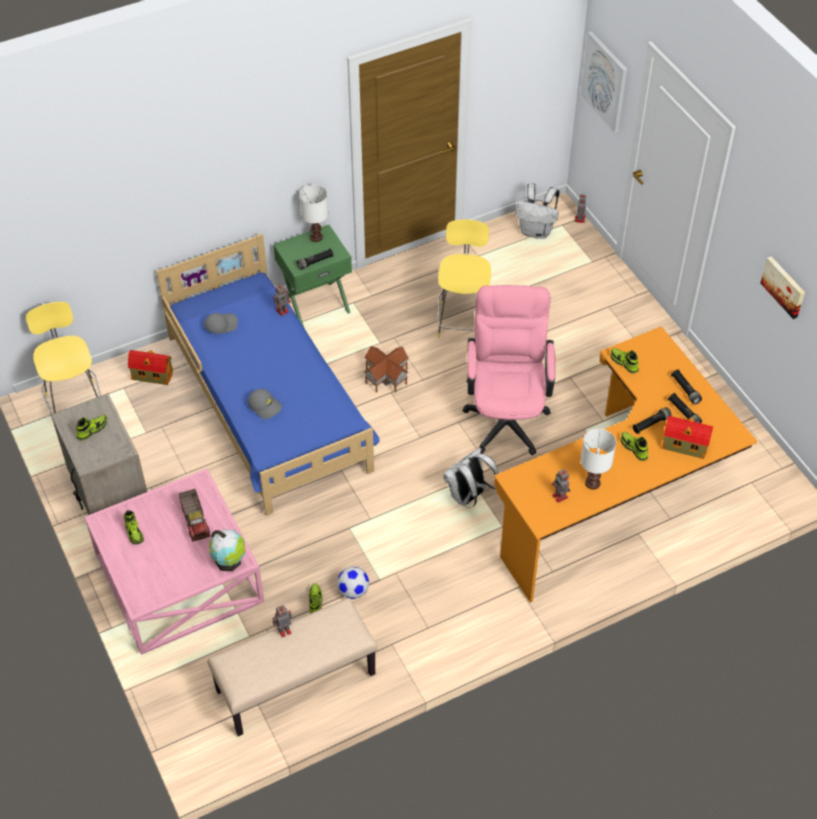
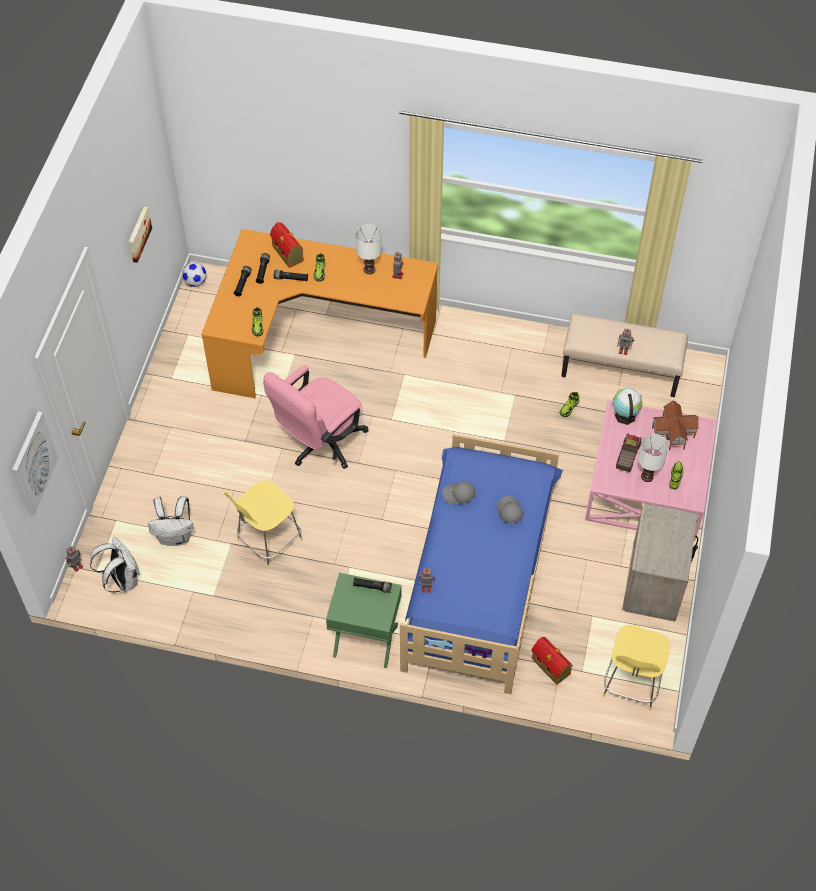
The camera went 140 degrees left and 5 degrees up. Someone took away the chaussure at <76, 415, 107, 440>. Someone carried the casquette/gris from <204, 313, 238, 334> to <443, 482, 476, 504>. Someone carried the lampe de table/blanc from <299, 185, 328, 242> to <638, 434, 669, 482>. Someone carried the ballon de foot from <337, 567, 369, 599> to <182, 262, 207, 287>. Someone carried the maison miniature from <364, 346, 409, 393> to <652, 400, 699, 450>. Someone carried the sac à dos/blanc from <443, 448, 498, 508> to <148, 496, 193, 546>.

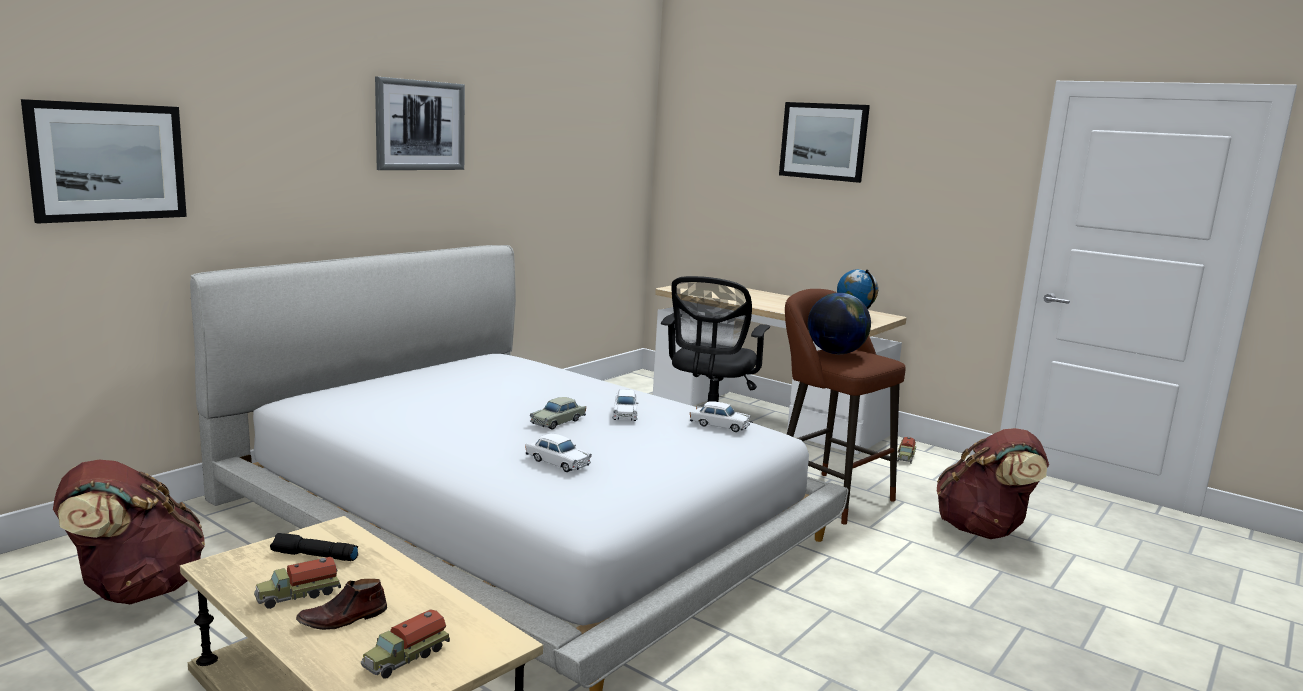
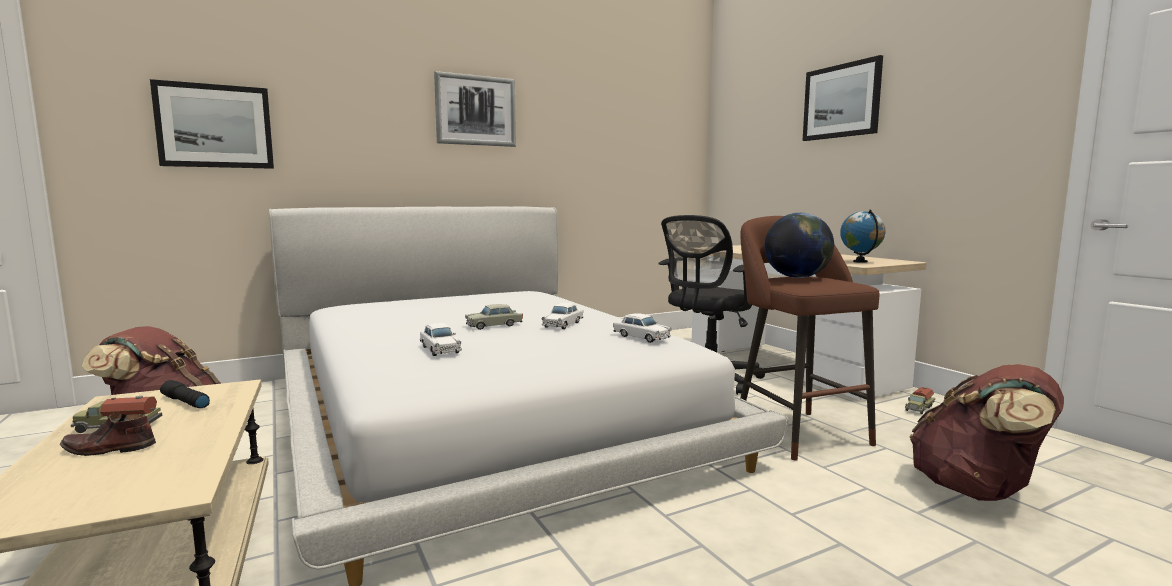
The camera went 25 degrees right and 5 degrees down. Someone took away the camion jouet at <361, 609, 450, 679>.

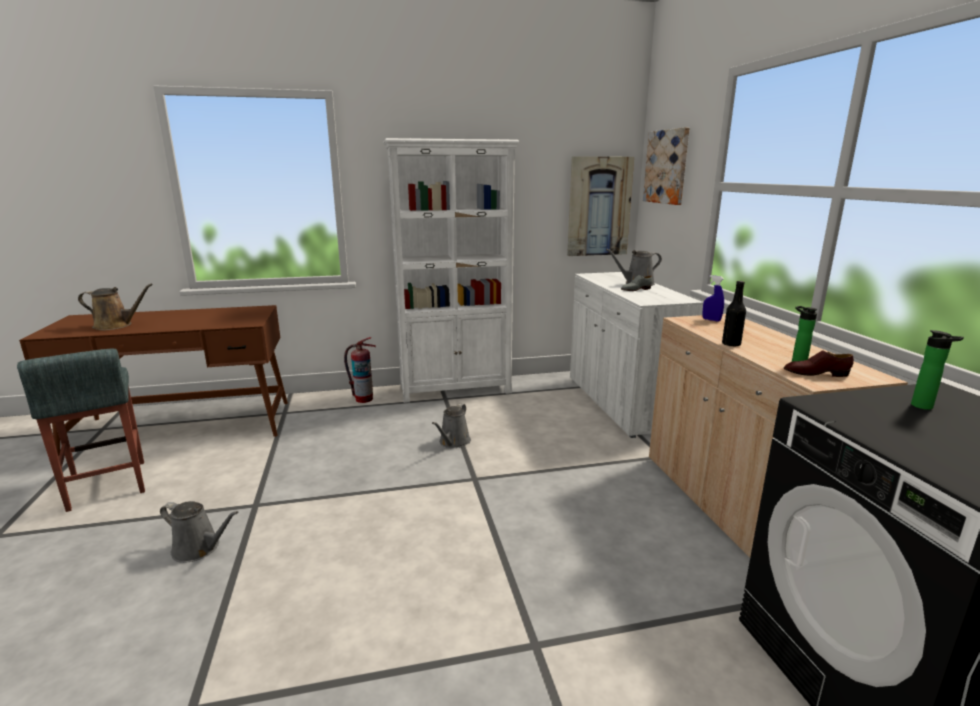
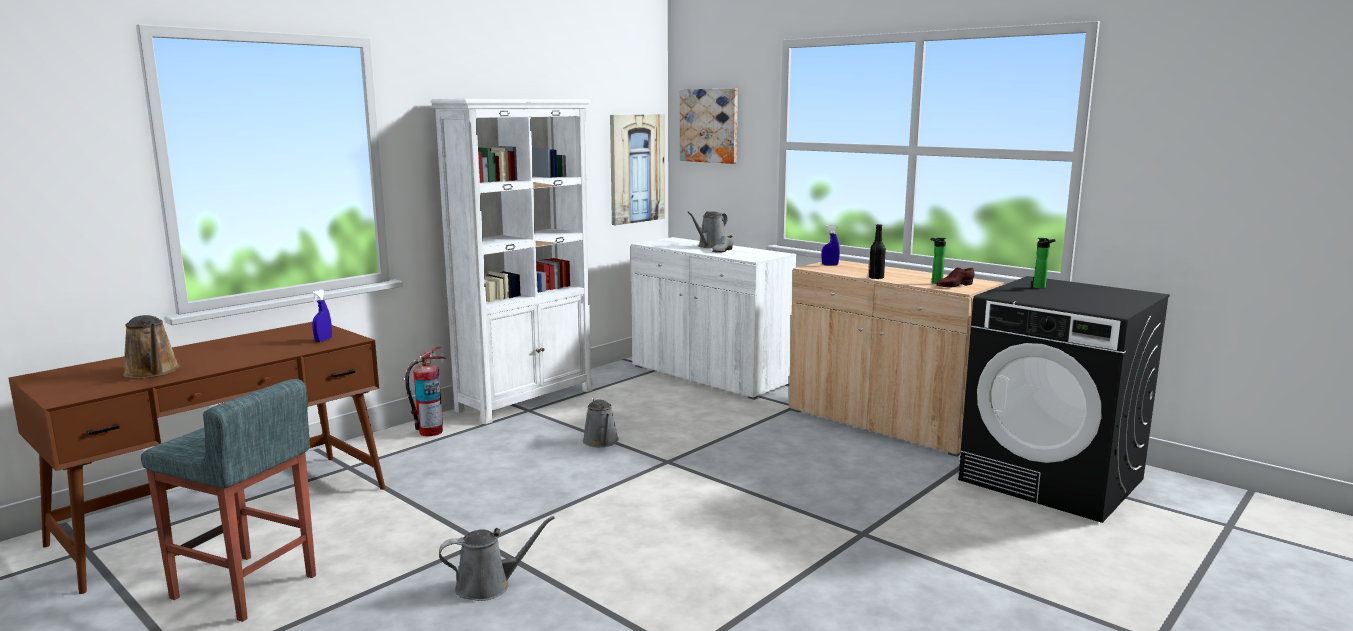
The camera went 35 degrees left and 5 degrees down. Someone put down the vaporisateur/bleu at <312, 289, 332, 342>. Someone rotated the arrosoir/marron at <78, 283, 153, 330> by 90 degrees clockwise.

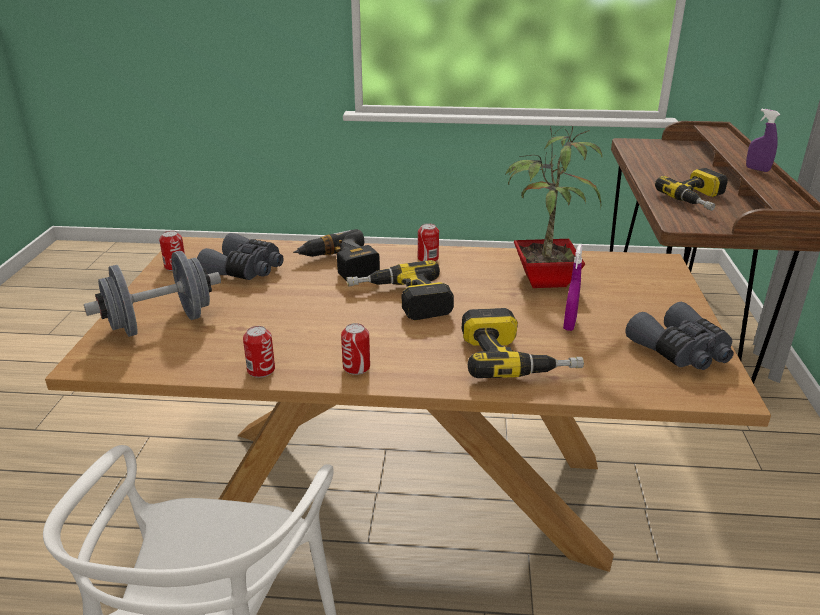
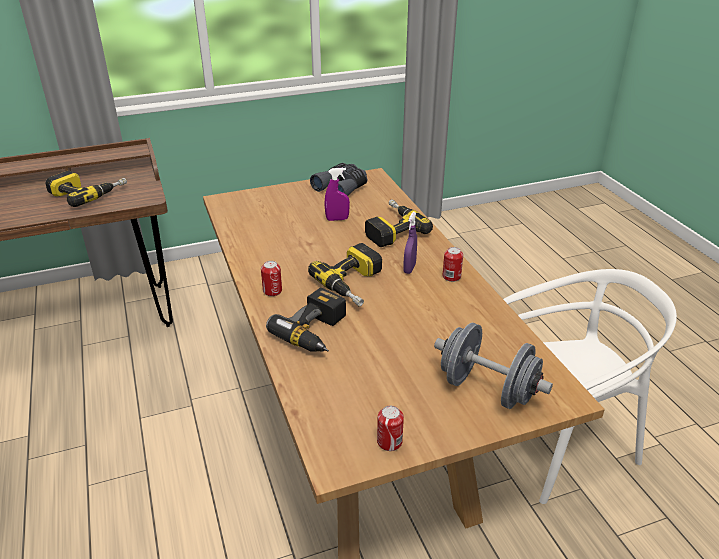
The camera went 115 degrees left and 5 degrees up. Someone took away the jumelles/gris at <197, 233, 284, 280>. Someone took away the boîte métallique at <243, 326, 275, 378>. Someone took away the plante en pot at <505, 126, 602, 288>. Someone carried the vaporisateur/violet from <746, 109, 780, 172> to <403, 212, 417, 274>.

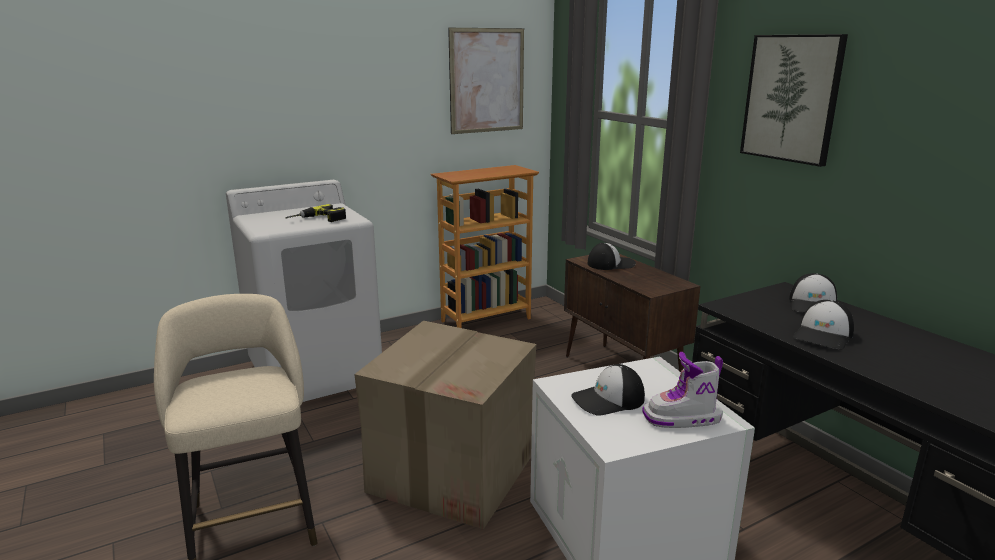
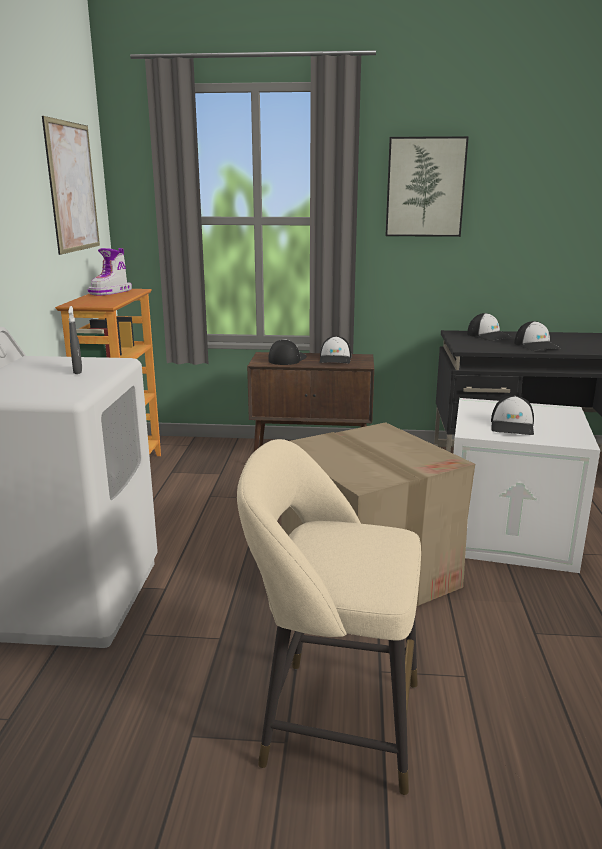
The camera went 55 degrees left and 0 degrees up. Someone put down the casquette at <319, 336, 351, 363>. Someone carried the botte from <642, 352, 723, 428> to <87, 248, 132, 295>. Someone swapped the perceuse at <286, 204, 346, 222> for the vaporisateur/gris at <68, 306, 82, 374>.

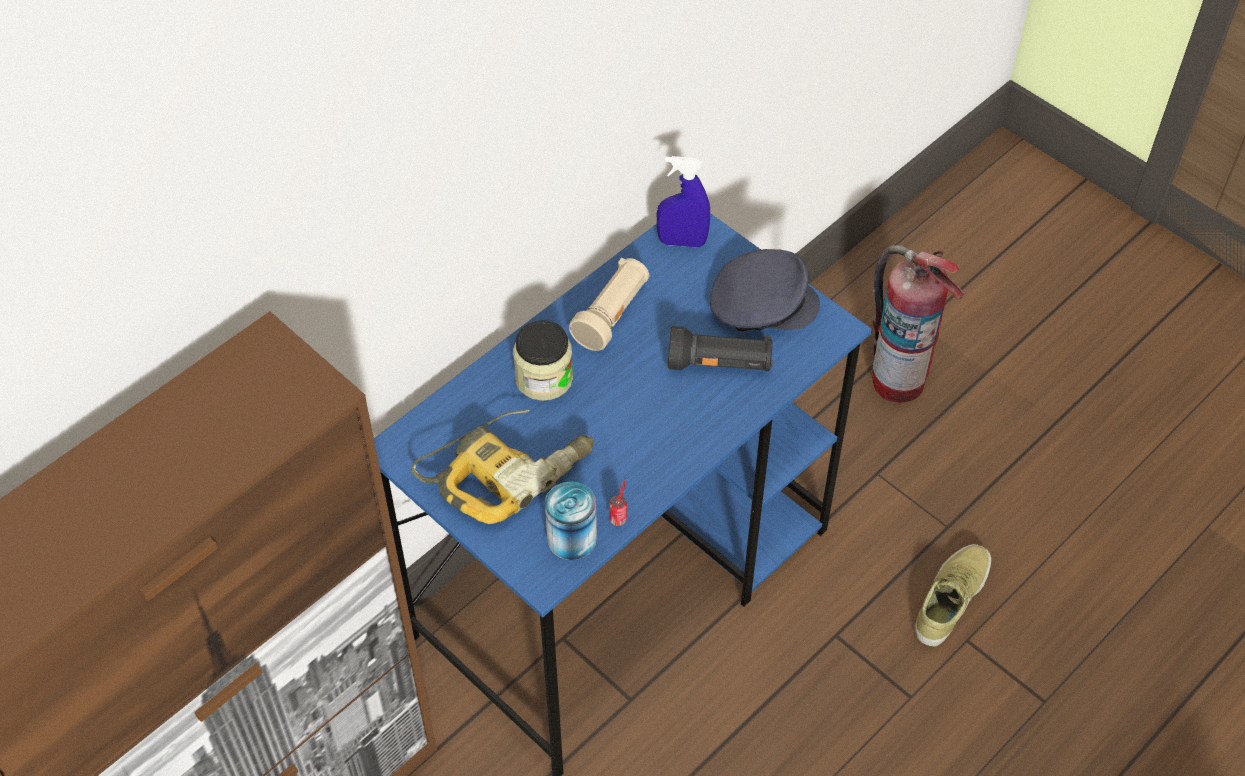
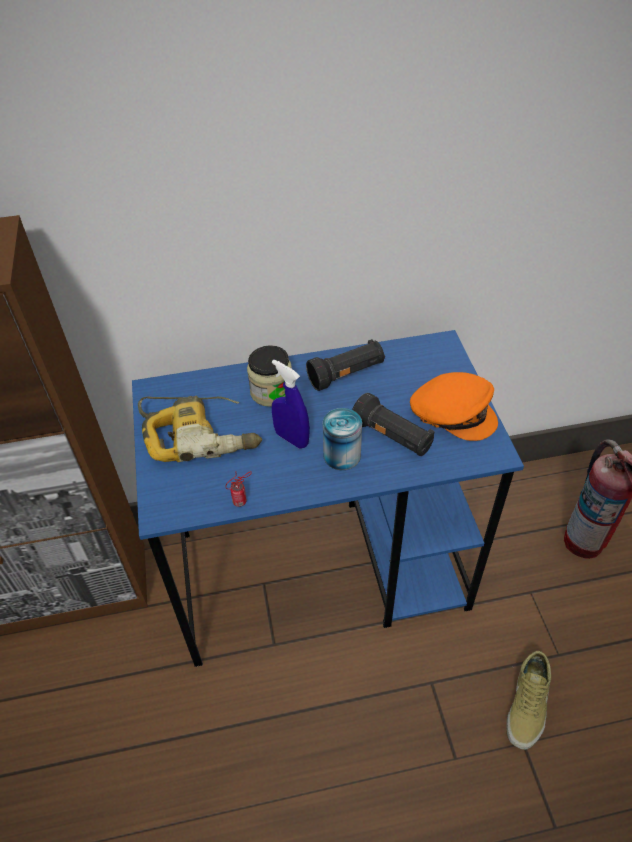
The camera went 35 degrees right and 5 degrees down. Someone carried the boîte métallique from <545, 482, 597, 560> to <323, 408, 362, 470>. Someone carried the vaporisateur/bleu from <657, 156, 710, 247> to <272, 359, 310, 449>. Someone repainted the lampe de poche/beige at <569, 258, 649, 351>, which became the lampe de poche/noir at <306, 339, 385, 391>. Someone repainted the casquette/gris at <710, 249, 820, 331>, which became the casquette/orange at <410, 372, 498, 441>. Someone rotated the chaussure/beige at <915, 544, 991, 646> by 135 degrees clockwise.

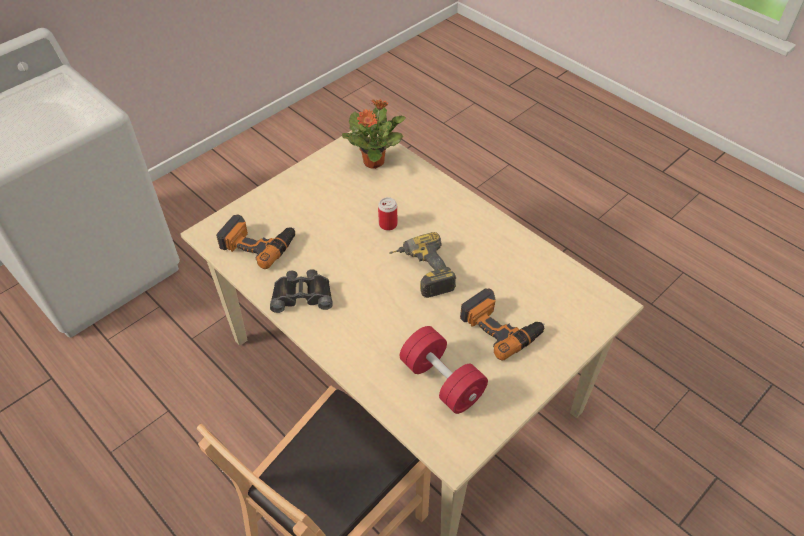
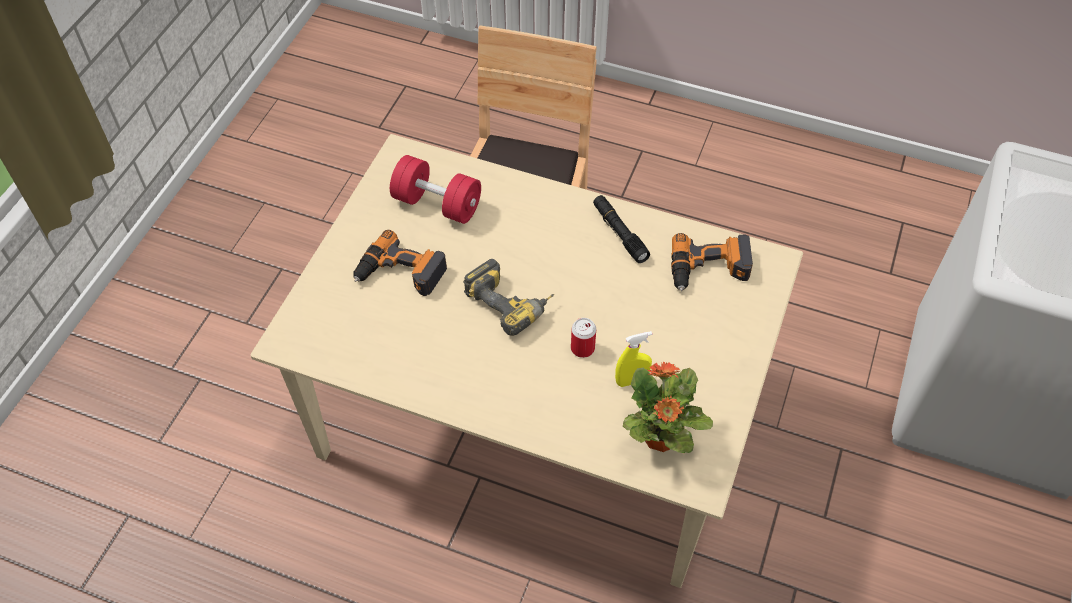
The camera went 155 degrees right and 5 degrees up. Someone put down the vaporisateur/jaune at <615, 331, 652, 387>. Someone swapped the jumelles/noir at <270, 269, 333, 313> for the lampe de poche/noir at <593, 195, 650, 263>.

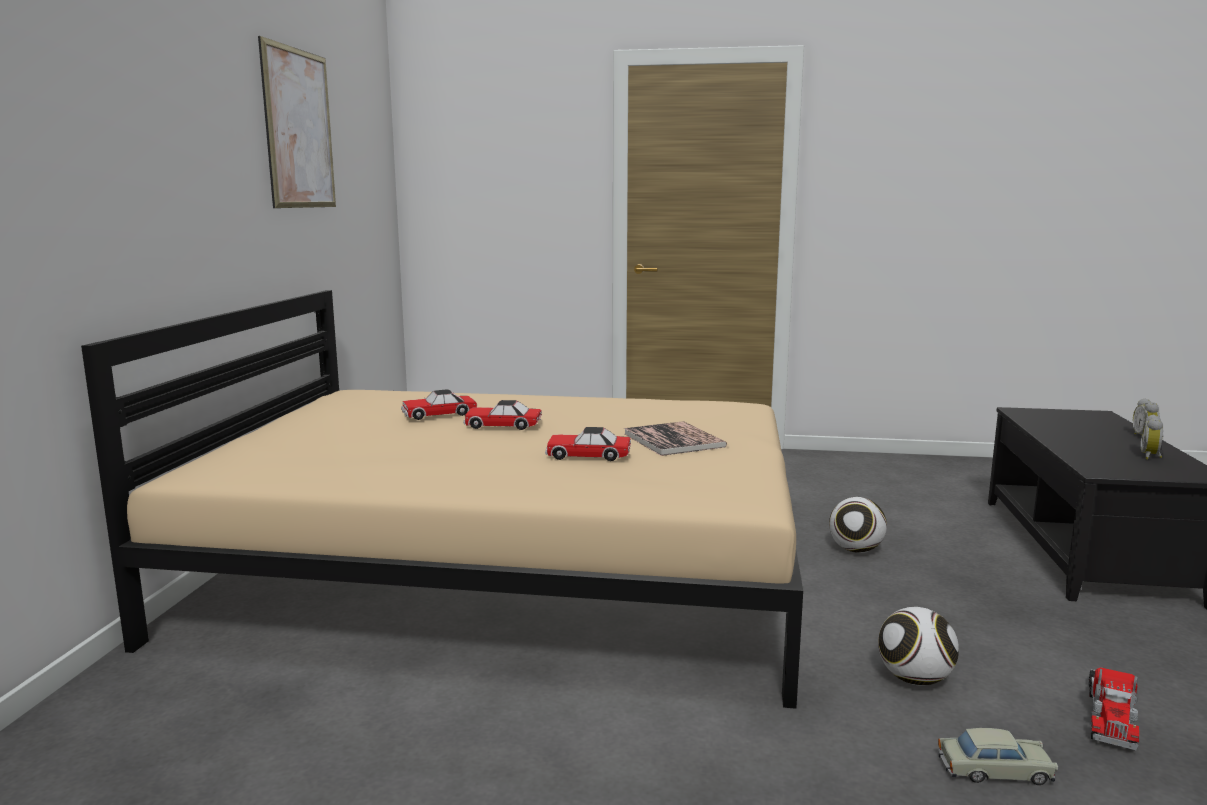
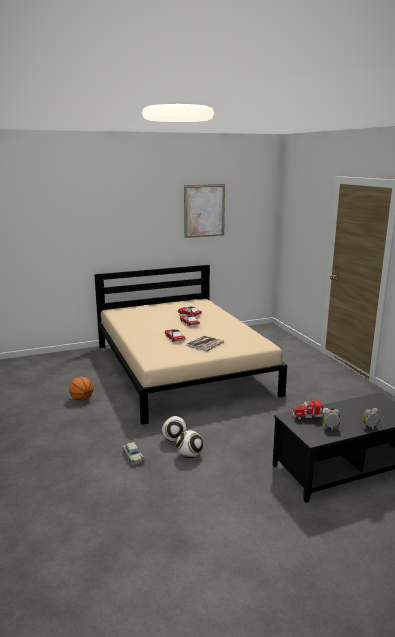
The camera went 60 degrees right and 5 degrees up. Someone put down the ballon de basket at <69, 377, 93, 401>. Someone carried the ballon de foot from <829, 497, 887, 553> to <176, 430, 203, 458>. Someone carried the camion jouet from <1089, 668, 1139, 750> to <292, 397, 340, 421>.

